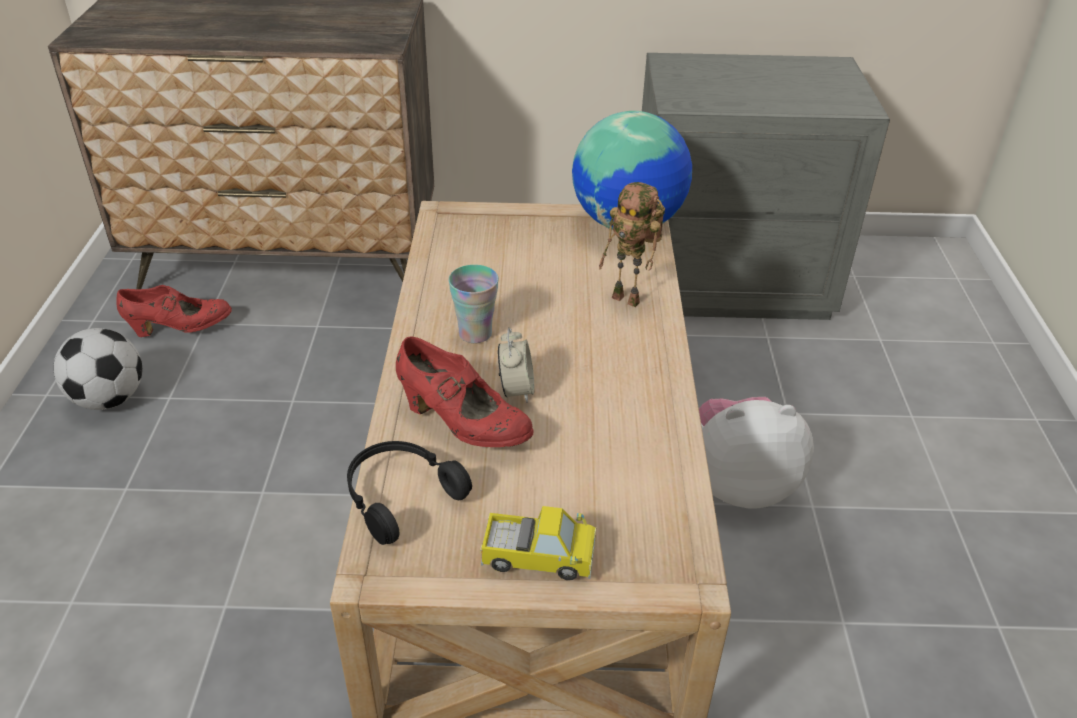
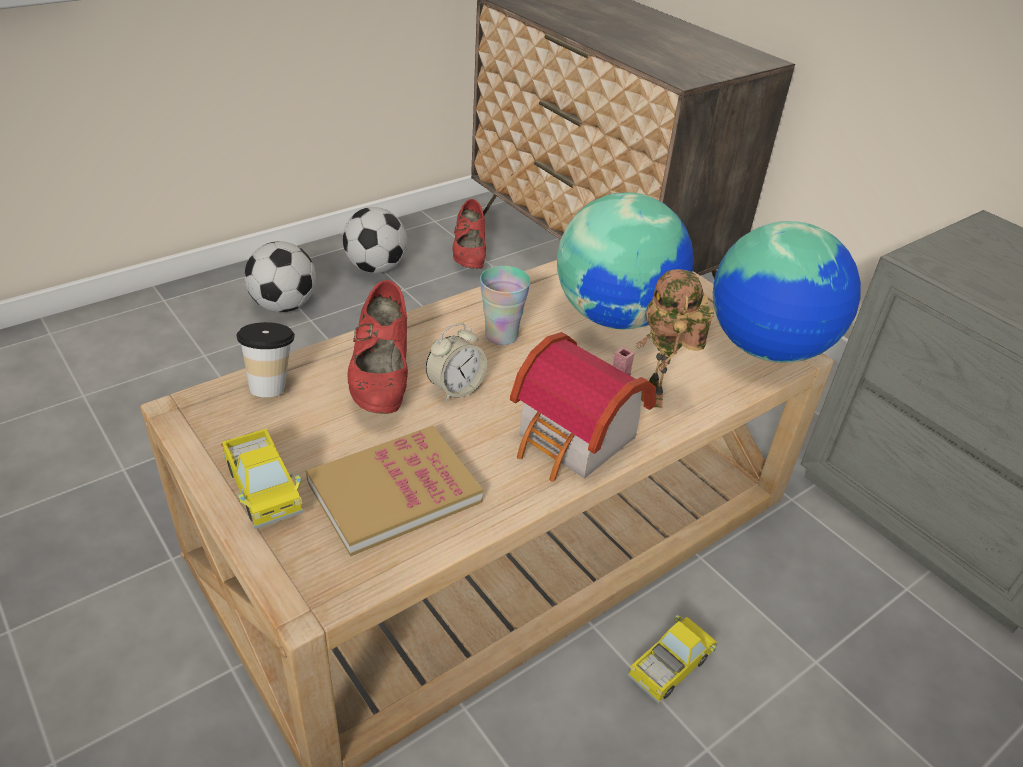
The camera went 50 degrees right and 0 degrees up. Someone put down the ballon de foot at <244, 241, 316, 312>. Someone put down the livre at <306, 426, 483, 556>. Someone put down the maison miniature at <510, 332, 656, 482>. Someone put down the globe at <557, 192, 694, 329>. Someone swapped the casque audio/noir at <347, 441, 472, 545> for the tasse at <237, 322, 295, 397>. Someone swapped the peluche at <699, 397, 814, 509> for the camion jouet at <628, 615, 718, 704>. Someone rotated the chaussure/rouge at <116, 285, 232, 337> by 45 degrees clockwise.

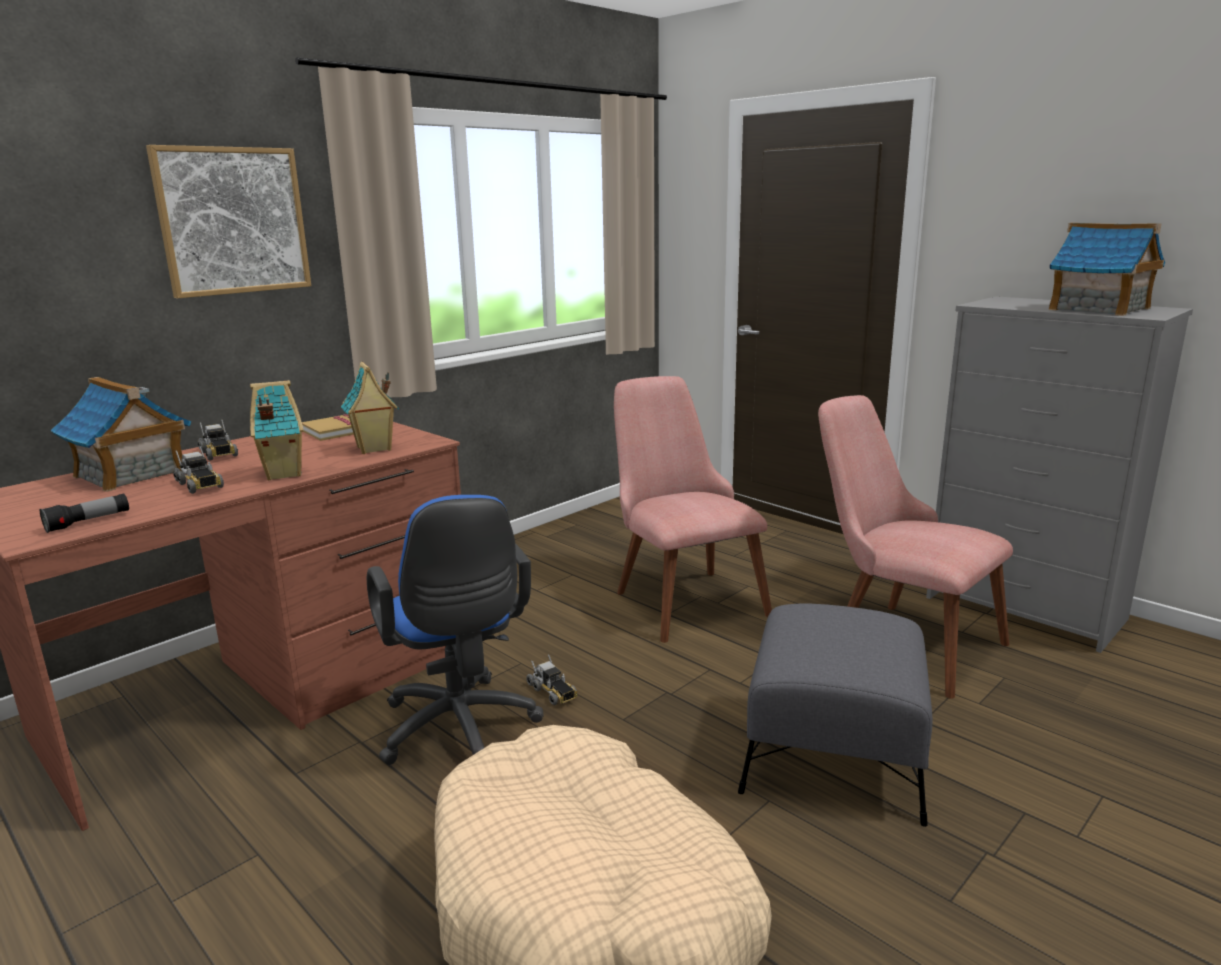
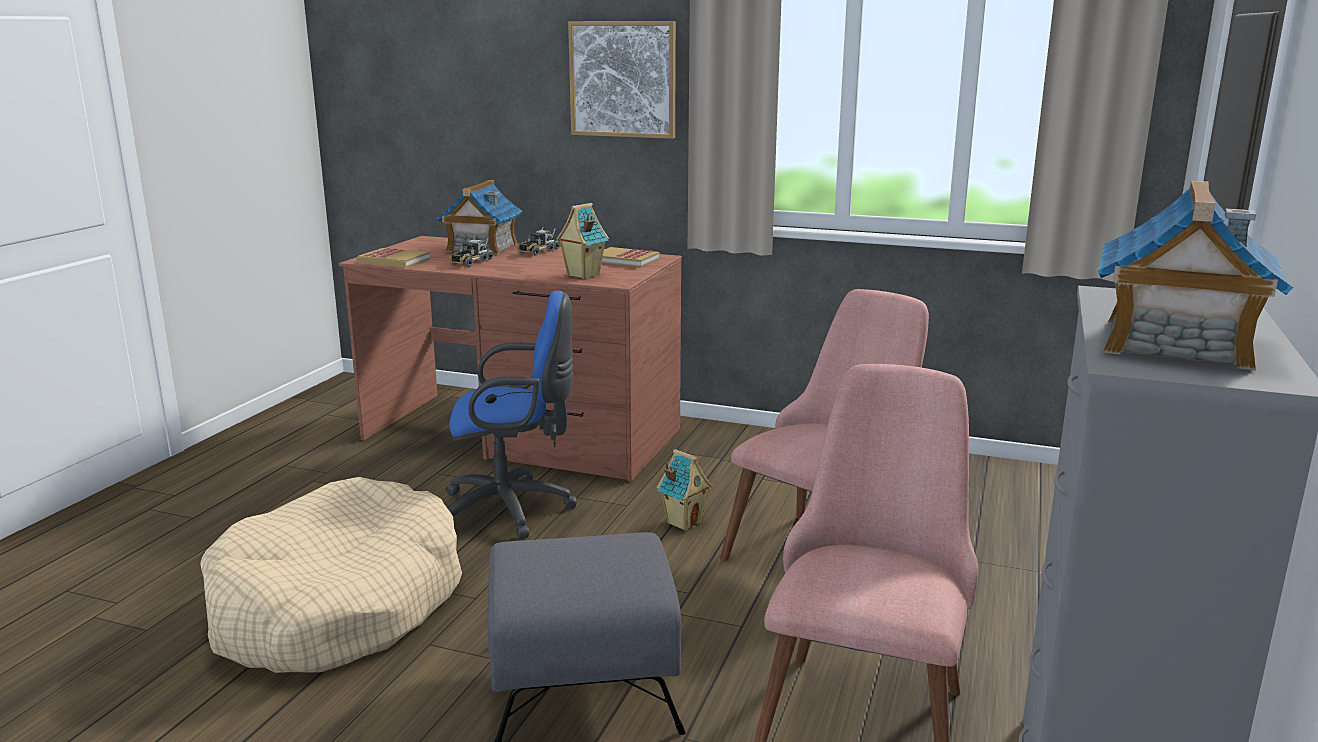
The camera went 65 degrees right and 0 degrees up. Someone took away the camion jouet at <526, 654, 577, 705>. Someone carried the maison miniature from <250, 380, 304, 481> to <657, 449, 713, 531>. Someone swapped the lampe de poche at <40, 493, 129, 533> for the livre at <357, 248, 430, 268>. Someone rotated the chaise de bureau/bleu at <367, 495, 544, 765> by 135 degrees counterclockwise.

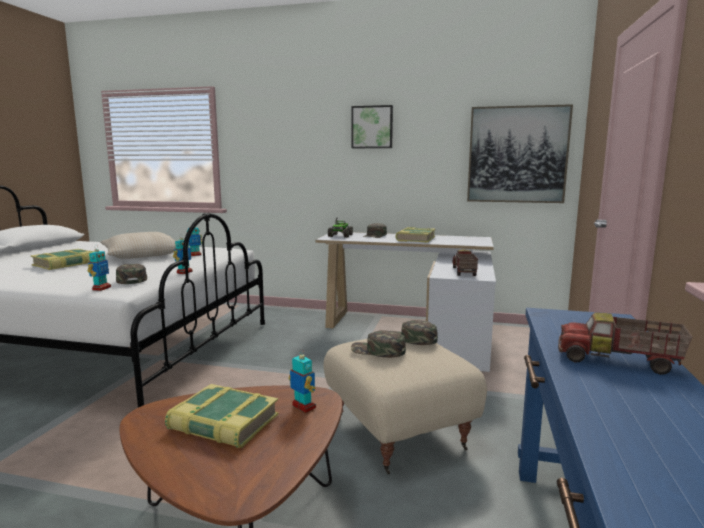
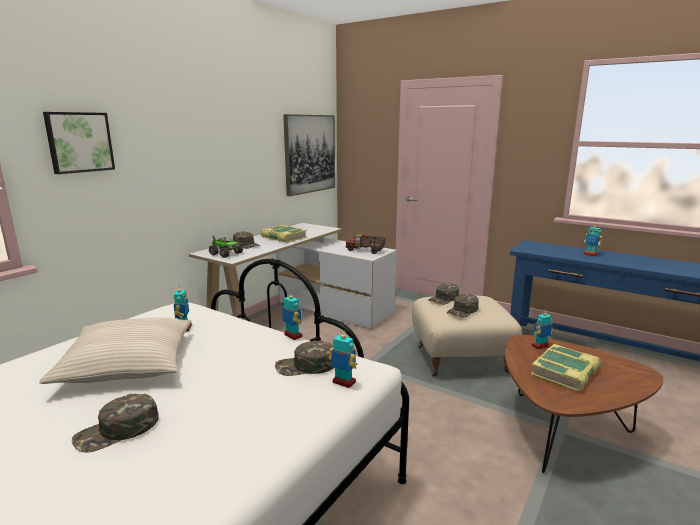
The camera went 70 degrees left and 5 degrees up. Someone carried the tableau from <351, 105, 393, 148> to <43, 112, 115, 174>. Someone swapped the livre at <31, 249, 95, 270> for the casquette/vert at <72, 394, 159, 452>. Someone swapped the camion jouet at <558, 312, 693, 375> for the robot jouet at <584, 226, 602, 256>.

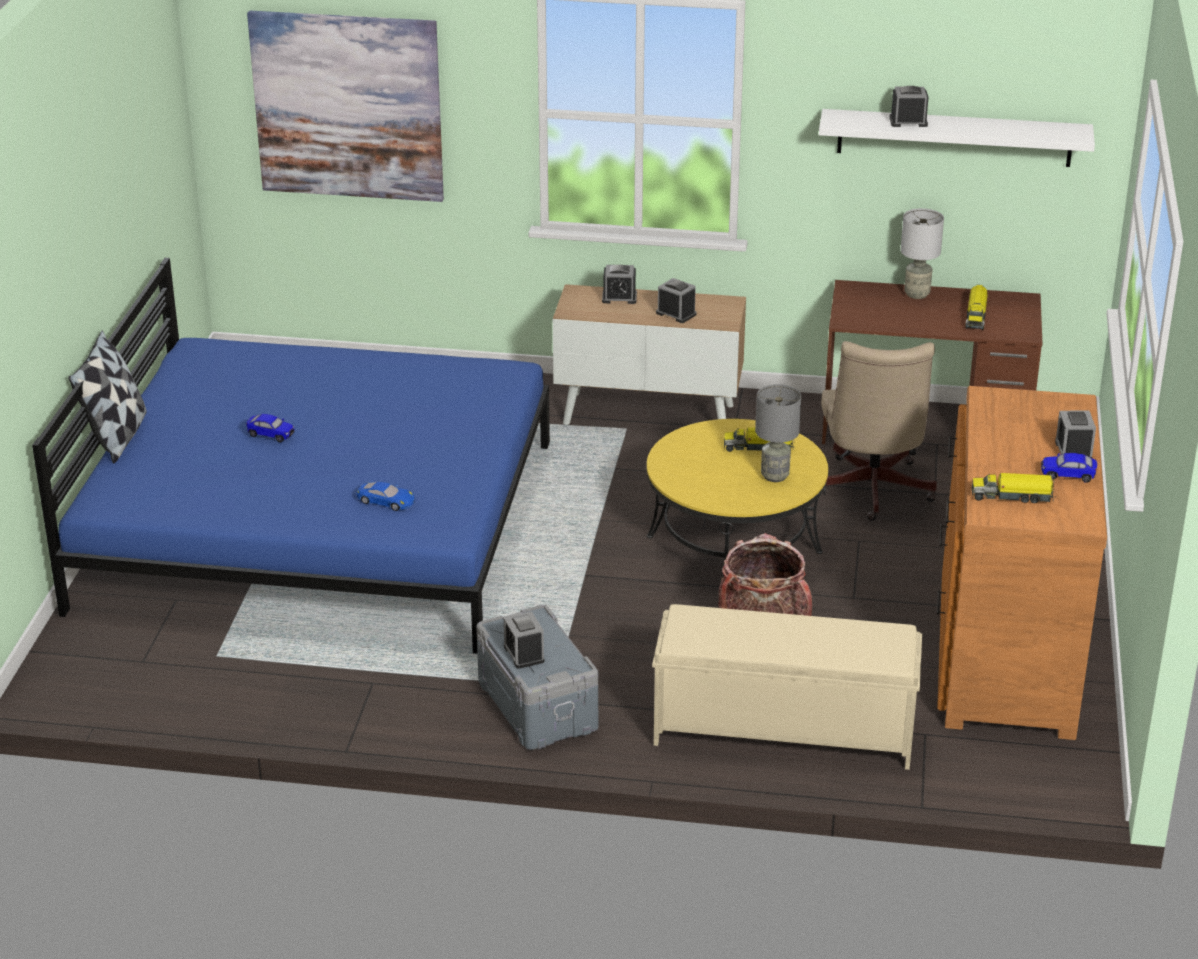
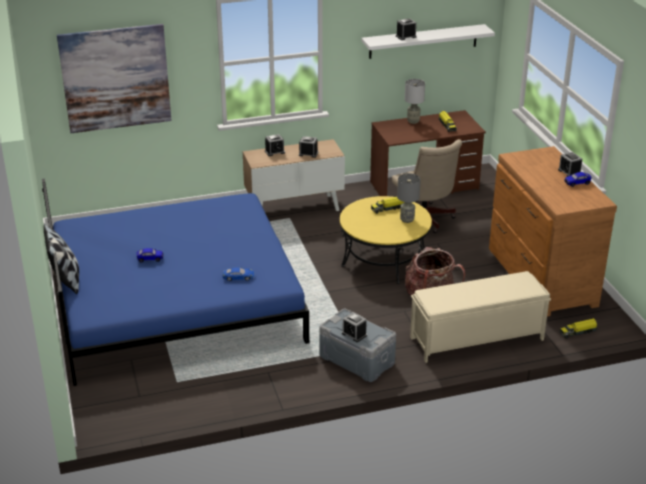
The camera went 25 degrees left and 0 degrees up. Someone carried the camion jouet from <972, 473, 1055, 503> to <559, 318, 598, 338>.

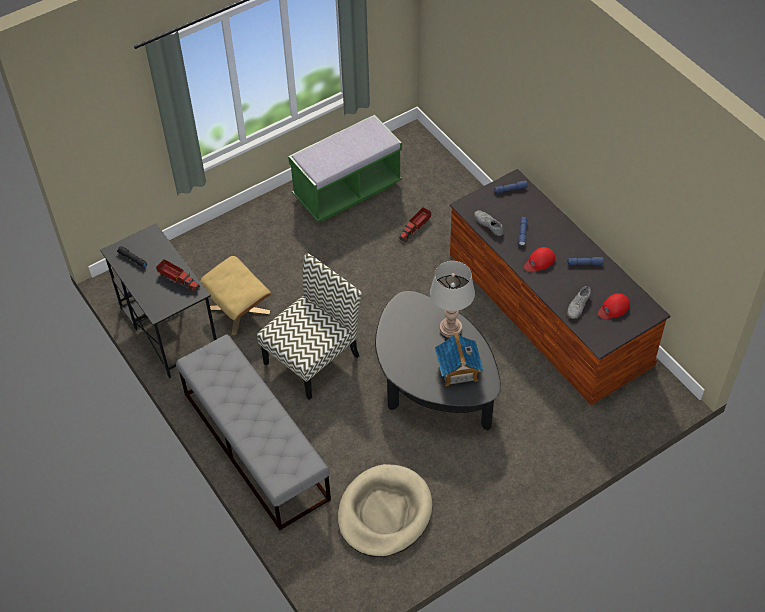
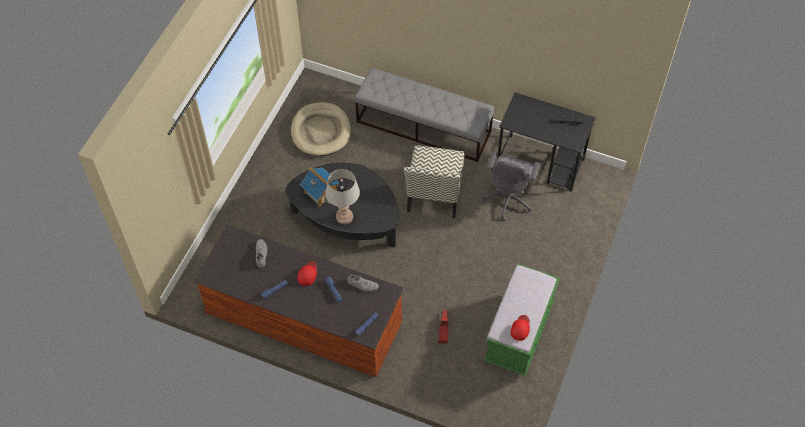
The camera went 145 degrees right and 5 degrees up. Someone took away the camion jouet at <156, 259, 200, 293>. Someone carried the casquette/rouge from <598, 293, 630, 320> to <510, 315, 530, 341>. Someone swapped the pouf/beige at <200, 256, 271, 336> for the chaise de bureau/gris at <482, 151, 540, 221>.

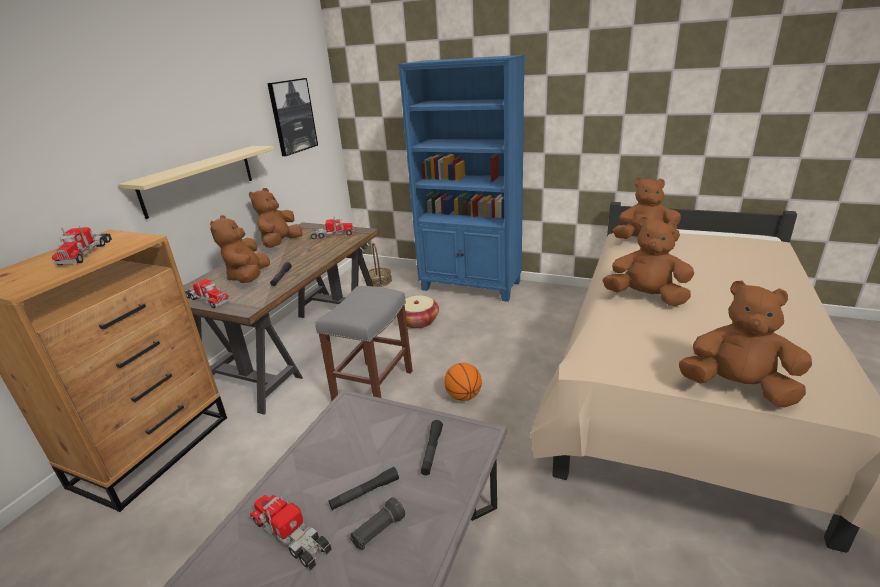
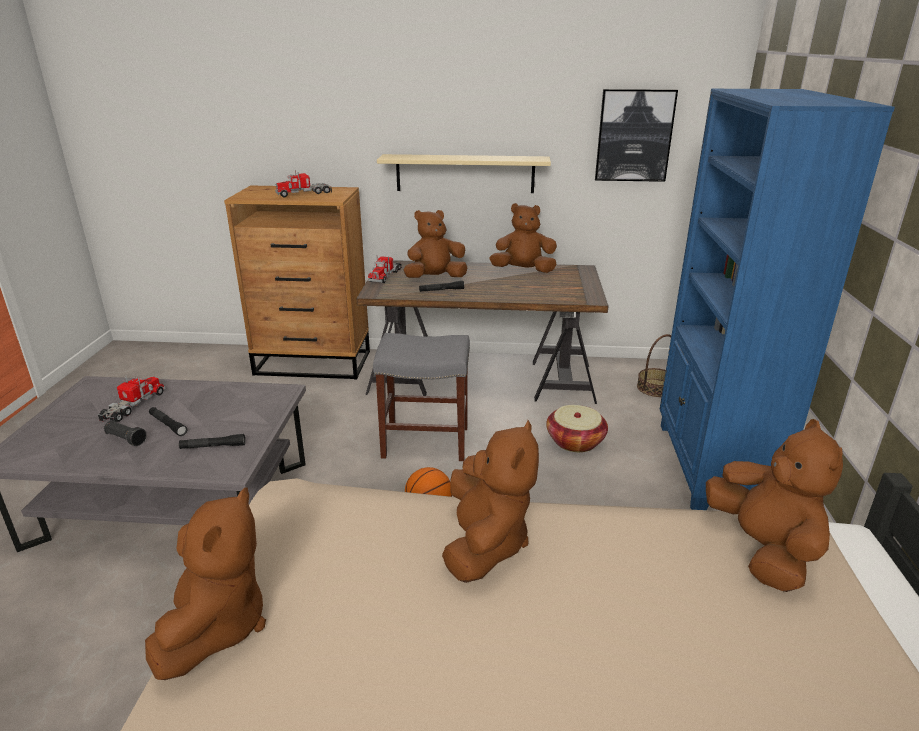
The camera went 70 degrees right and 0 degrees up. Someone took away the camion jouet at <309, 218, 354, 240>.

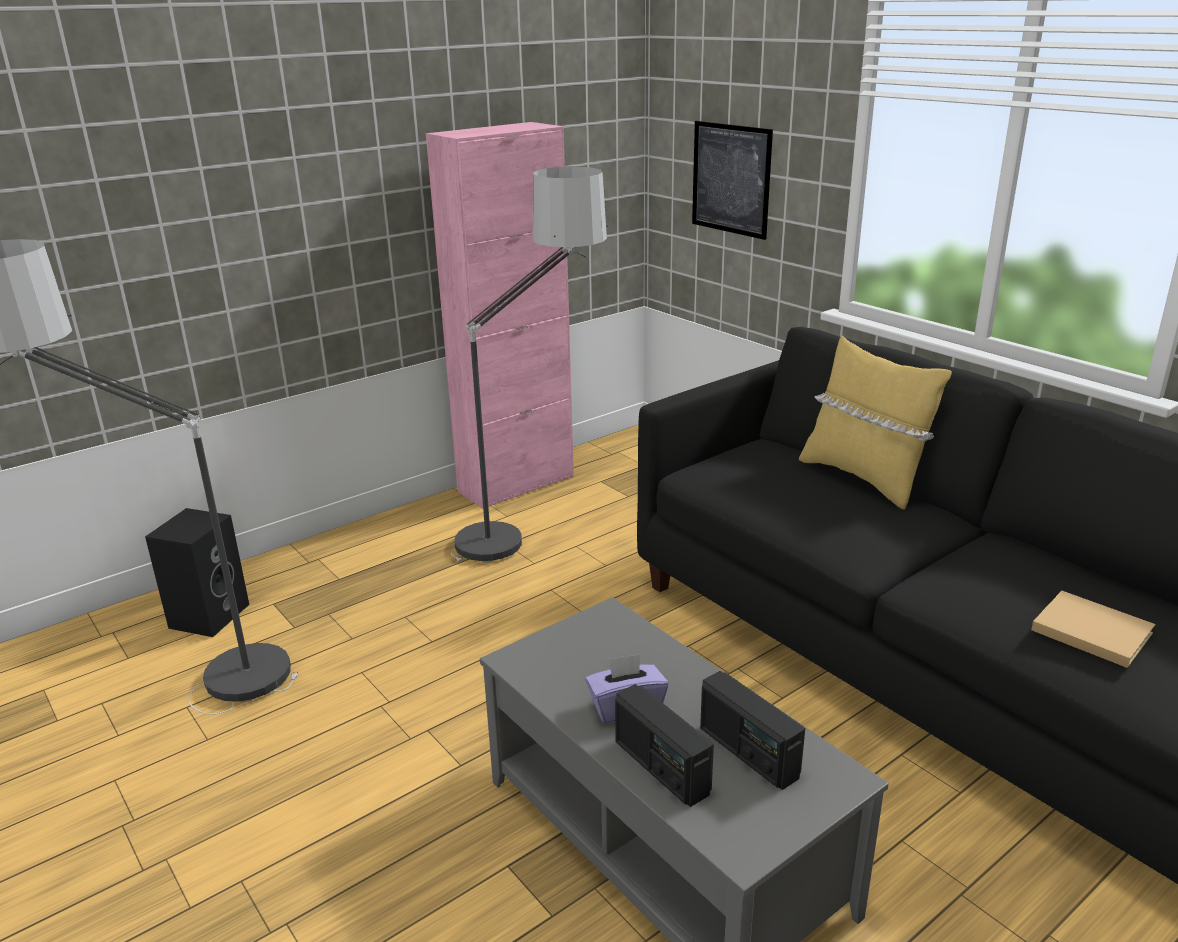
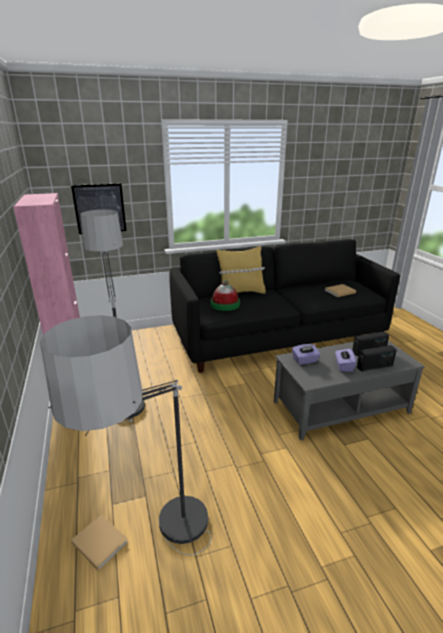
The camera went 70 degrees left and 0 degrees up. Someone put down the chapeau at <211, 280, 240, 311>. Someone put down the boîte à mouchoirs/violet at <292, 344, 320, 365>. Someone swapped the enceinte/noir at <145, 508, 249, 637> for the livre/beige at <71, 515, 128, 571>.

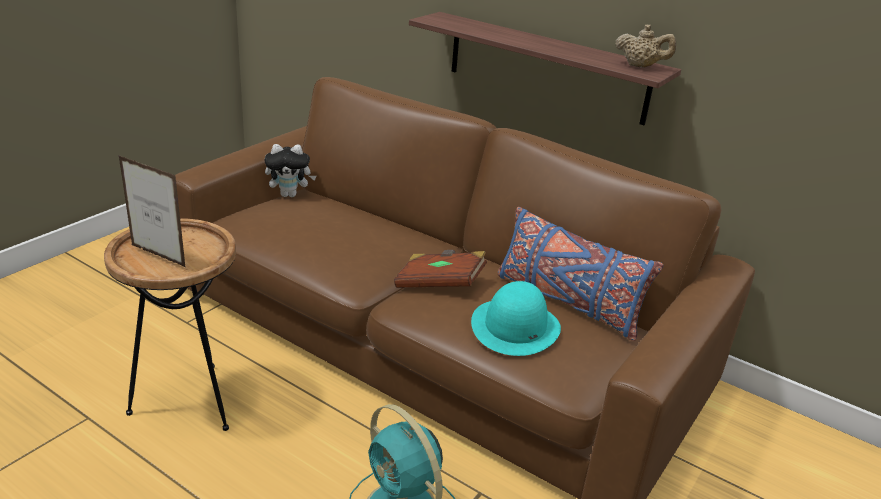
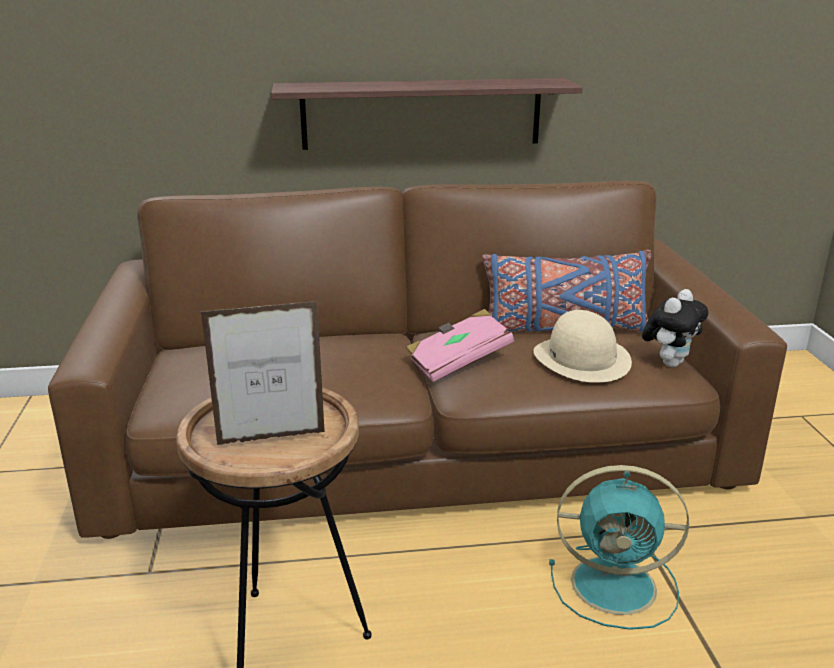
The camera went 40 degrees left and 5 degrees down. Someone took away the théière/beige at <615, 24, 676, 67>. Someone carried the peluche from <265, 144, 316, 197> to <642, 289, 708, 367>. Someone repainted the livre/marron at <394, 250, 487, 288>, which became the livre/rose at <406, 309, 514, 382>. Someone repainted the chapeau/turquoise at <471, 281, 561, 356>, which became the chapeau/beige at <533, 310, 632, 383>.

